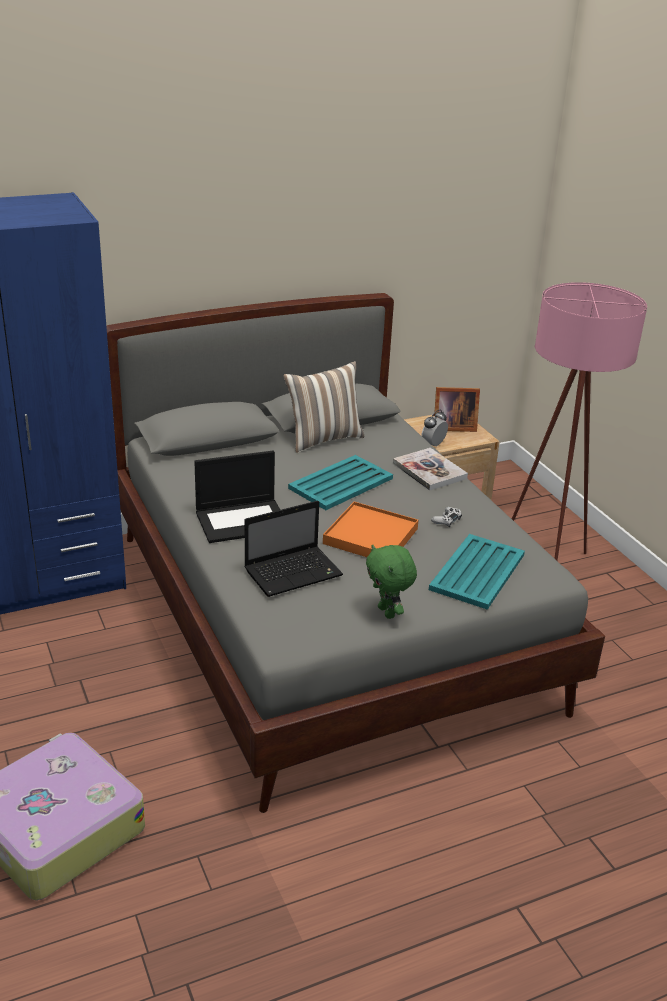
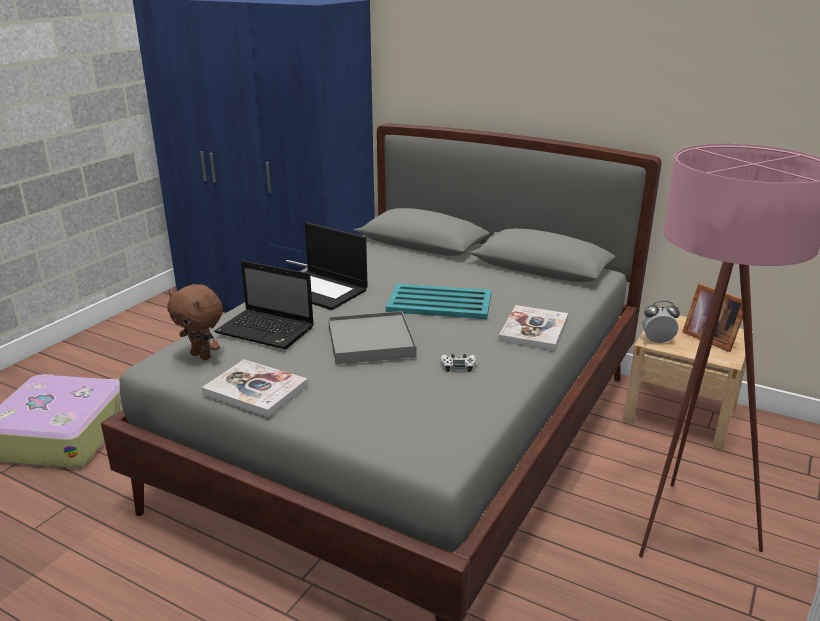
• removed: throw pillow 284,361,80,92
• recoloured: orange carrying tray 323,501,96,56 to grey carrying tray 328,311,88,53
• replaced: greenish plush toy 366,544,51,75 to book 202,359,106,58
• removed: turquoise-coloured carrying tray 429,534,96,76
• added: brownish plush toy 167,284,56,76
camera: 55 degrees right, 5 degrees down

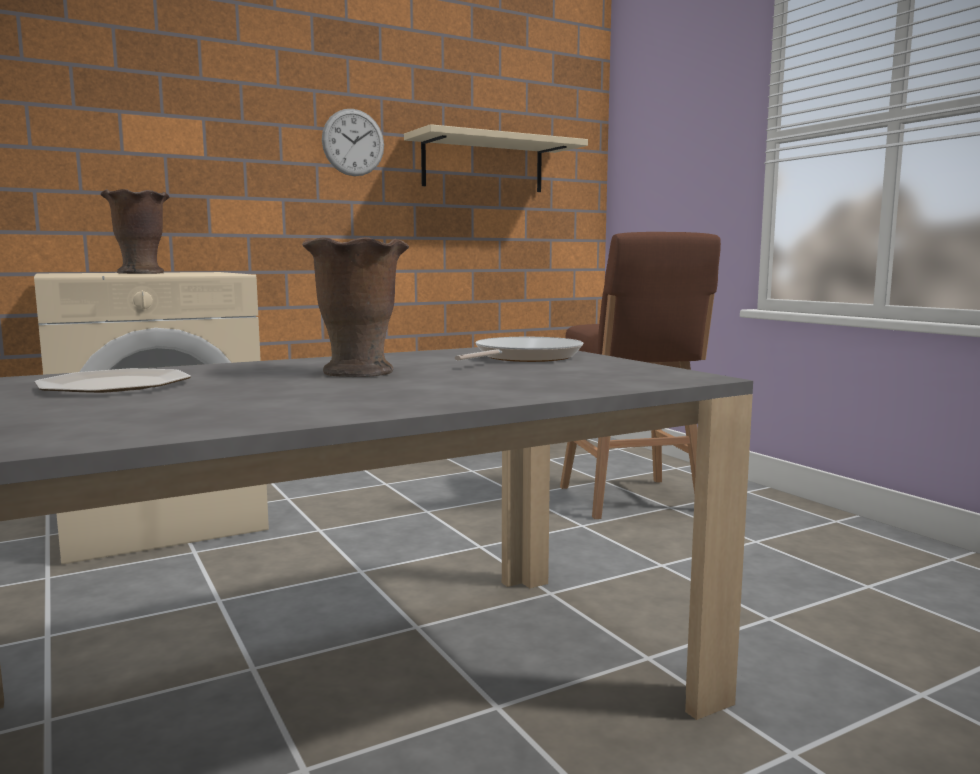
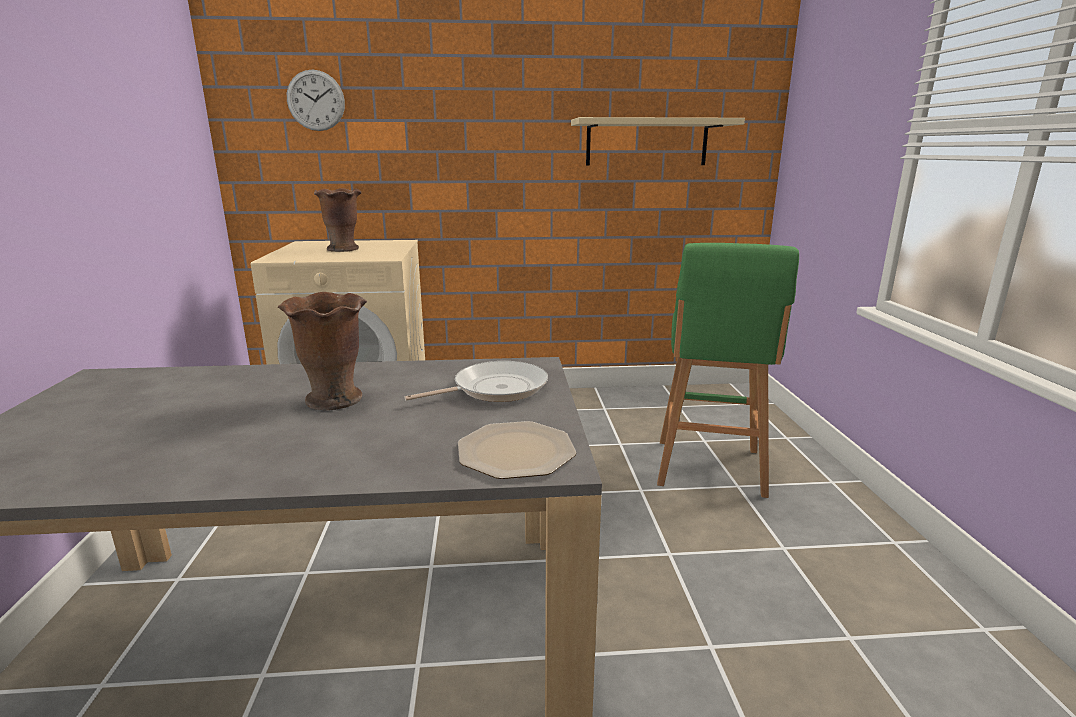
• moved: flat dish 35,368,156,25 to 458,421,118,58
• moved: hanging clock 322,109,62,67 to 287,70,58,61
• recoloured: brownish stool 560,232,161,287 to greenish stool 657,243,142,255
camera: 25 degrees right, 10 degrees up

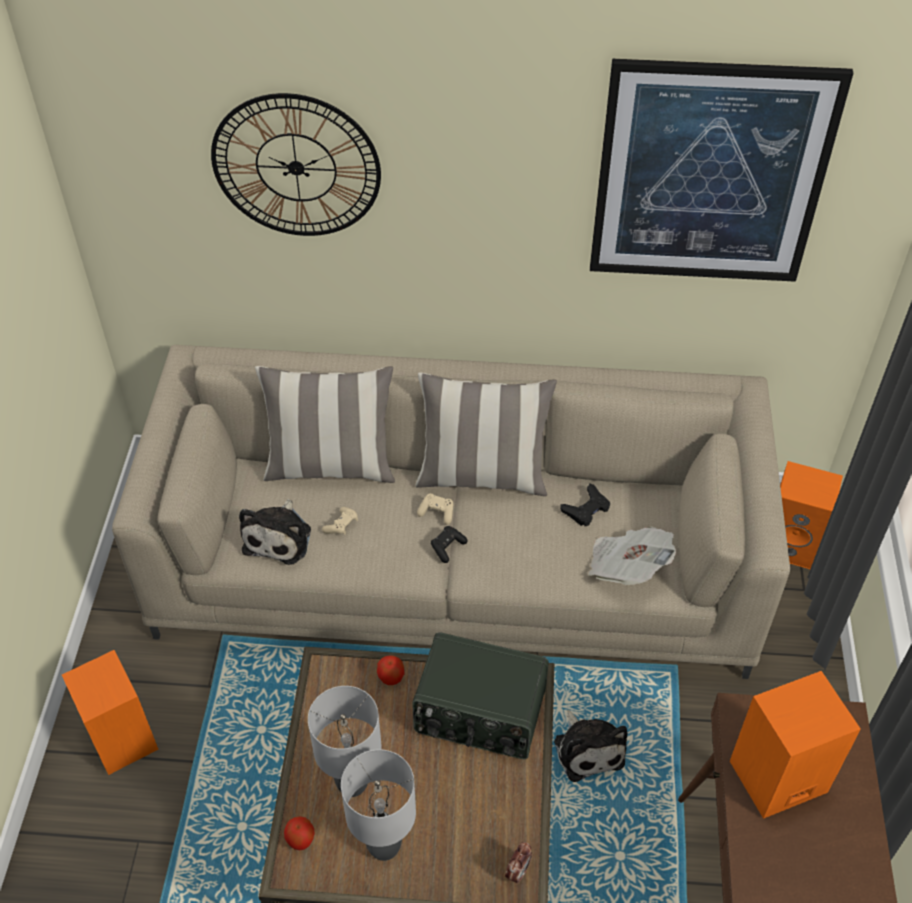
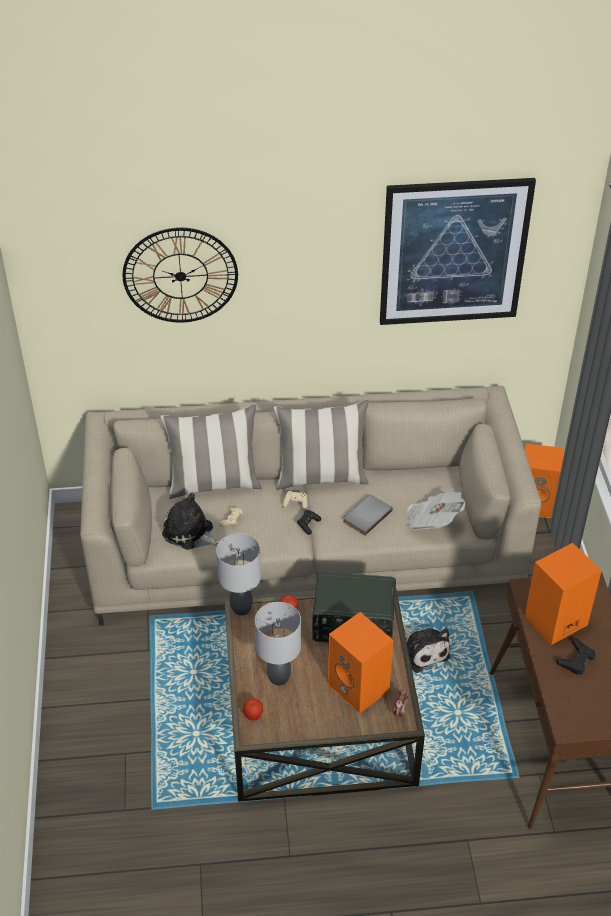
• moved: orange audio speaker 62,650,96,125 to 328,612,65,102
• turned: plush toy 239,499,72,66 = 162,493,57,57 120 degrees clockwise
• moved: grey tabletop lamp 341,749,75,112 to 216,533,45,82
• moved: black-coloured game controller 560,483,50,43 to 556,638,40,37
• added: grey book 343,494,50,41
camera: 10 degrees left, 5 degrees down

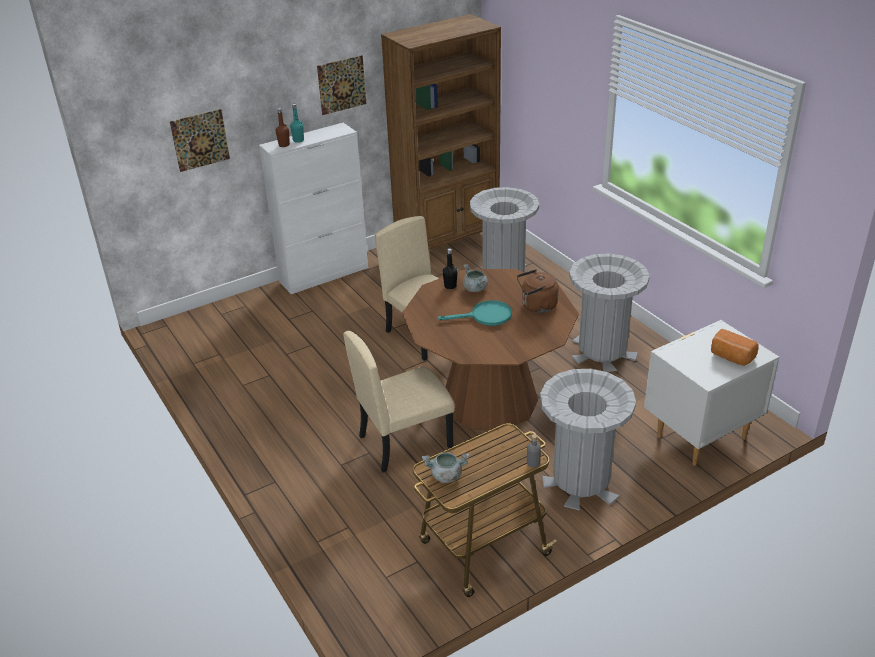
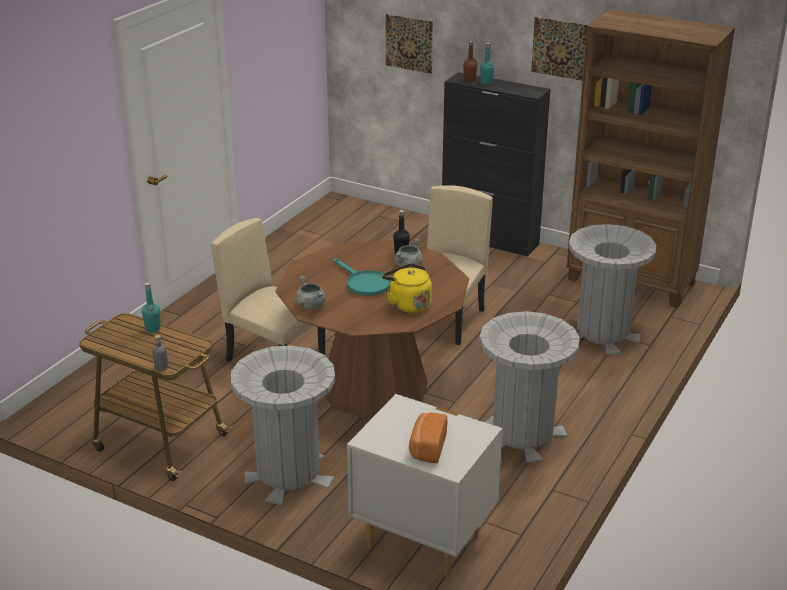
• recoloured: whitish storage cabinet 259,123,110,171 to black-coloured storage cabinet 442,72,108,184
• moved: grey stockpot 422,452,47,31 to 296,276,30,34
• recoloured: brownish kettle 517,269,42,44 to yellow kettle 382,263,50,51
• added: turquoise-coloured bottle 142,283,19,49
camera: 60 degrees right, 5 degrees down

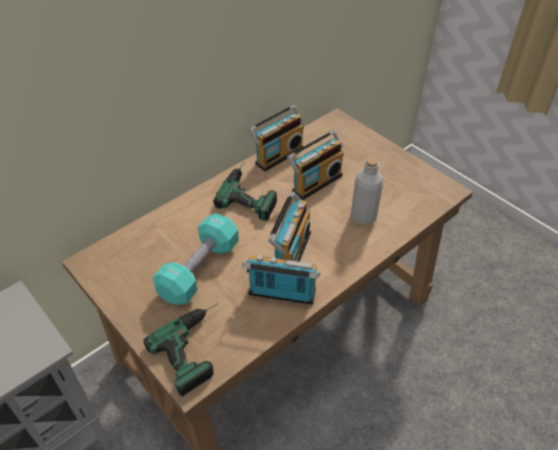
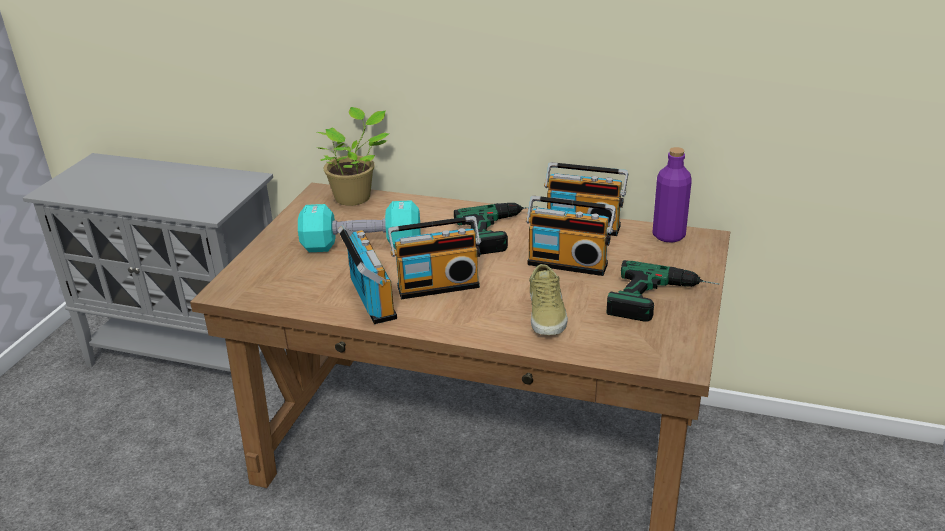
• moved: power drill 144,303,75,93 to 607,260,113,62
• replaced: grey bottle 351,157,33,68 to beige-coloured low shoe 529,264,39,71
• added: potted plant 316,107,73,99
• added: purplish bottle 653,147,39,96
camera: 60 degrees right, 15 degrees down

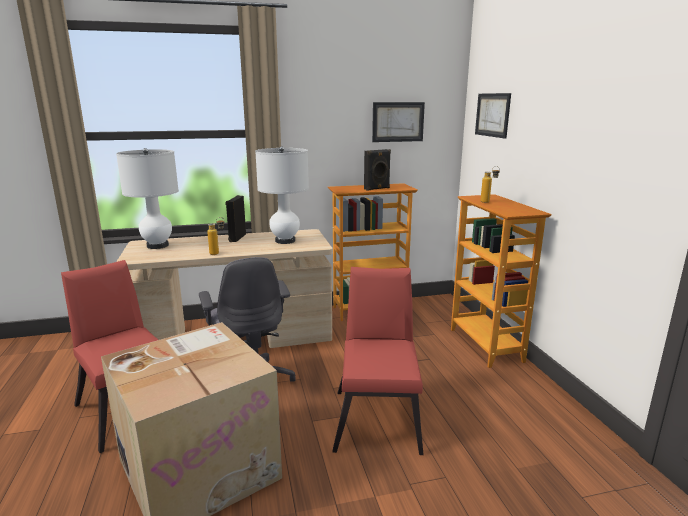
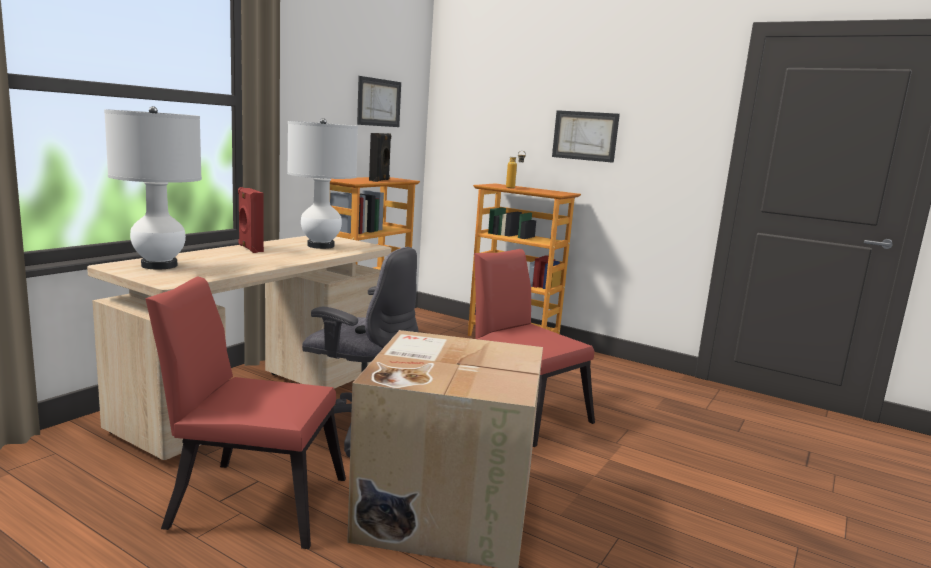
• removed: bottle 207,217,18,38
• recoloured: black-coloured audio speaker 225,195,21,47 to reddish audio speaker 238,187,26,66
• moved: wall art 475,93,36,46 to 552,110,68,53
camera: 45 degrees left, 5 degrees down

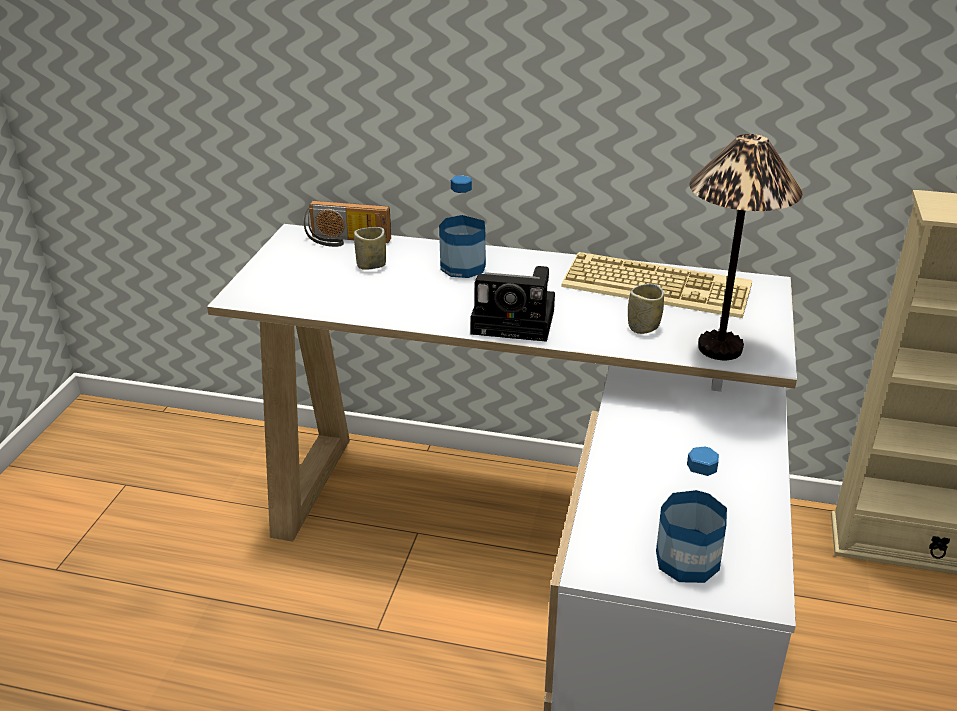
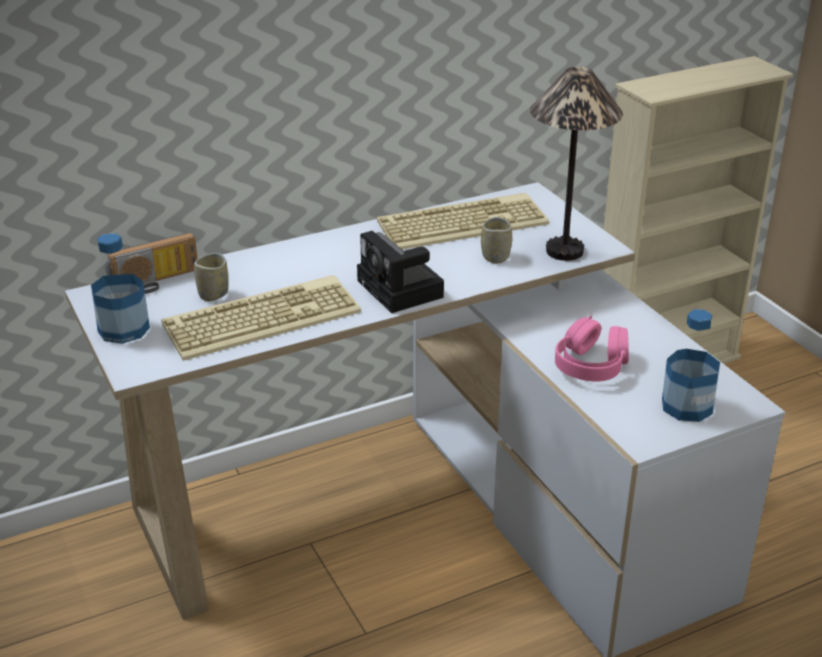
• moved: bottle 439,175,47,103 to 91,233,59,111
• turned: still camera 470,266,85,76 = 357,231,87,82 90 degrees clockwise
• added: PC keyboard 161,275,200,86
• added: pinkish pair of headphones 555,315,74,66
camera: 40 degrees left, 0 degrees up

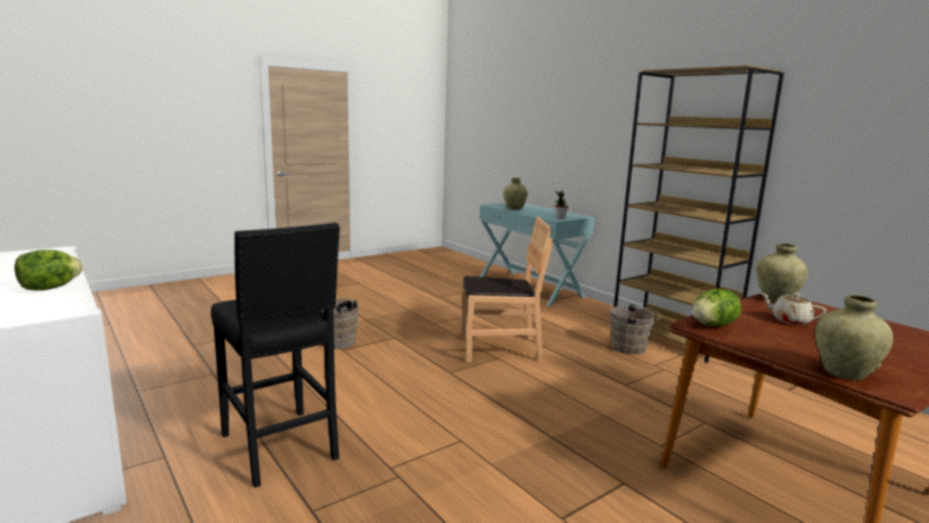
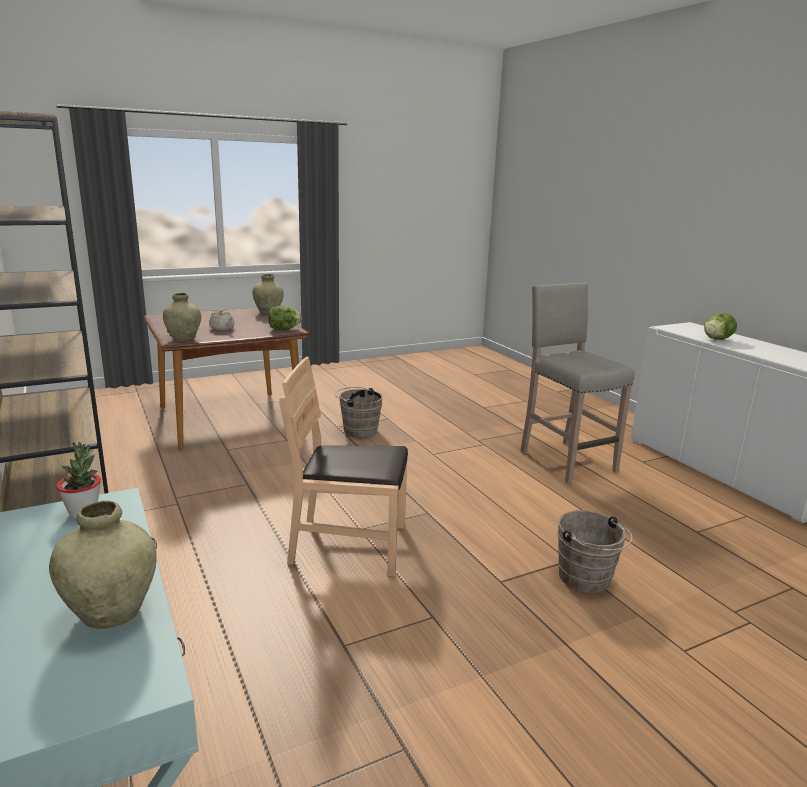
• recoloured: black-coloured stool 211,223,129,265 to beige-coloured stool 520,282,115,202
• moved: brownish pail 609,304,52,51 to 335,387,48,51
camera: 170 degrees left, 5 degrees up

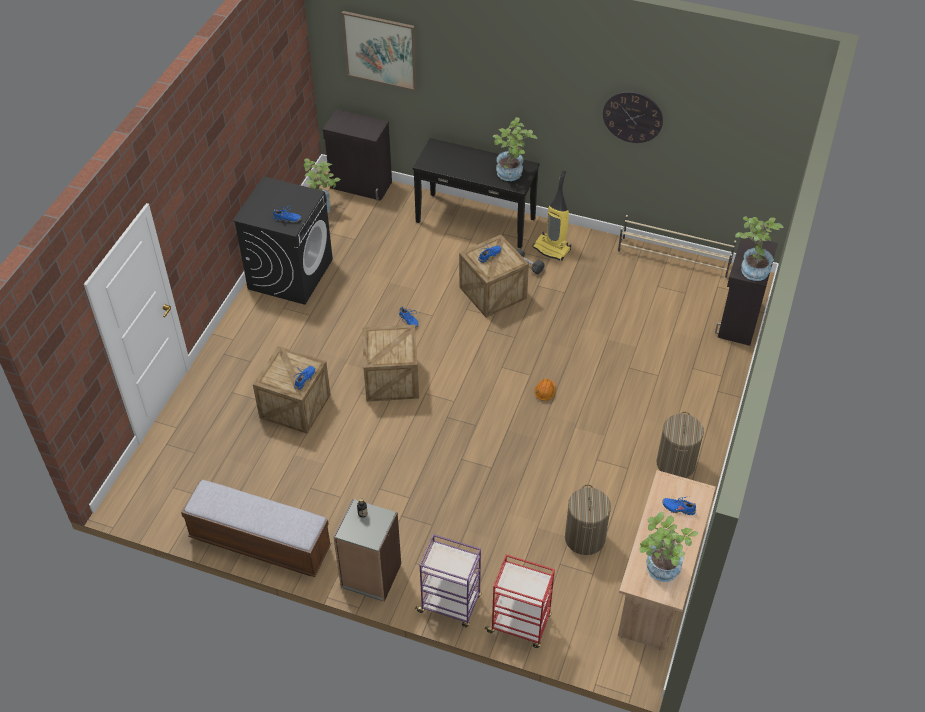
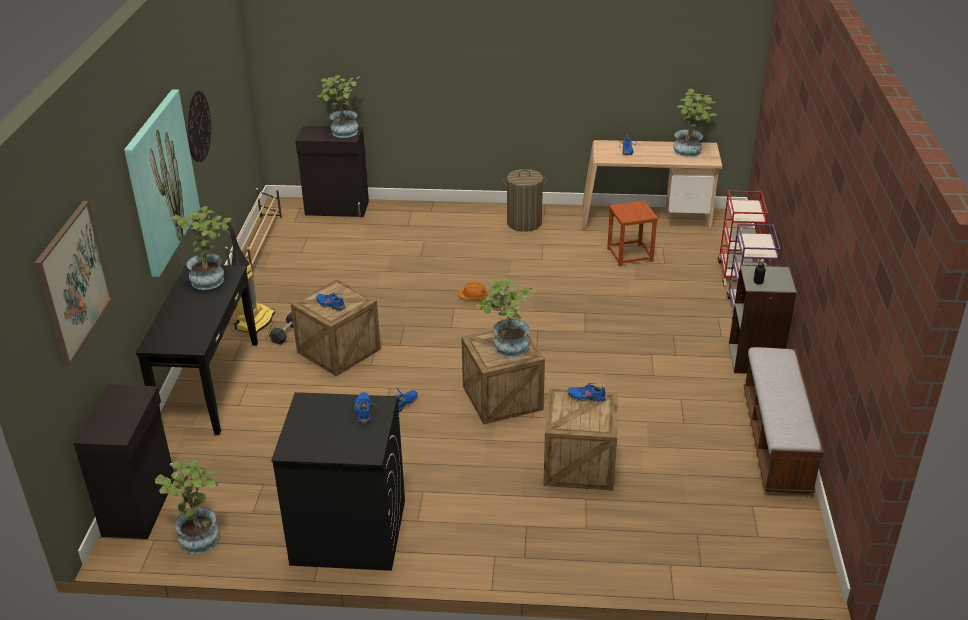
• replaced: hamper 565,484,46,71 to brownish stool 607,201,51,65
• added: wall art 124,89,76,188
• added: potted plant 477,279,59,79
camera: 105 degrees left, 15 degrees down

